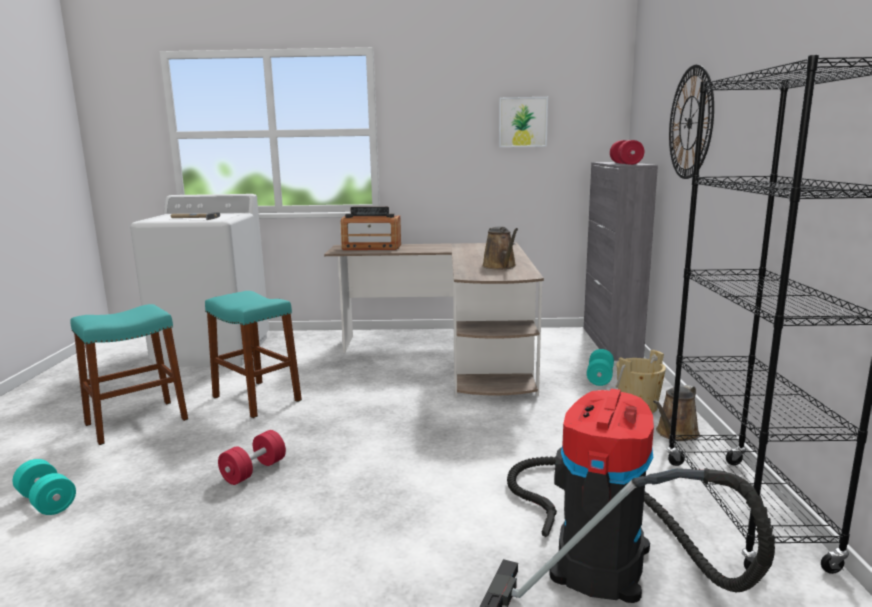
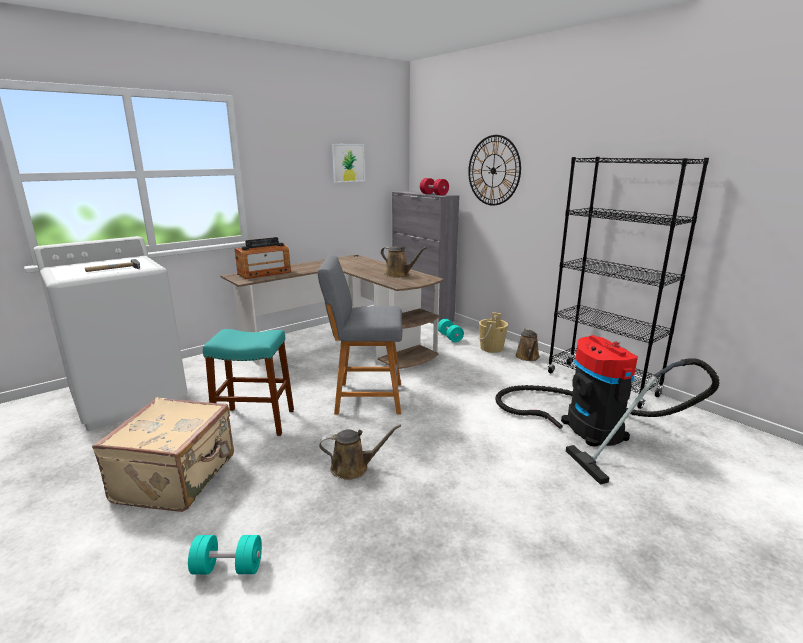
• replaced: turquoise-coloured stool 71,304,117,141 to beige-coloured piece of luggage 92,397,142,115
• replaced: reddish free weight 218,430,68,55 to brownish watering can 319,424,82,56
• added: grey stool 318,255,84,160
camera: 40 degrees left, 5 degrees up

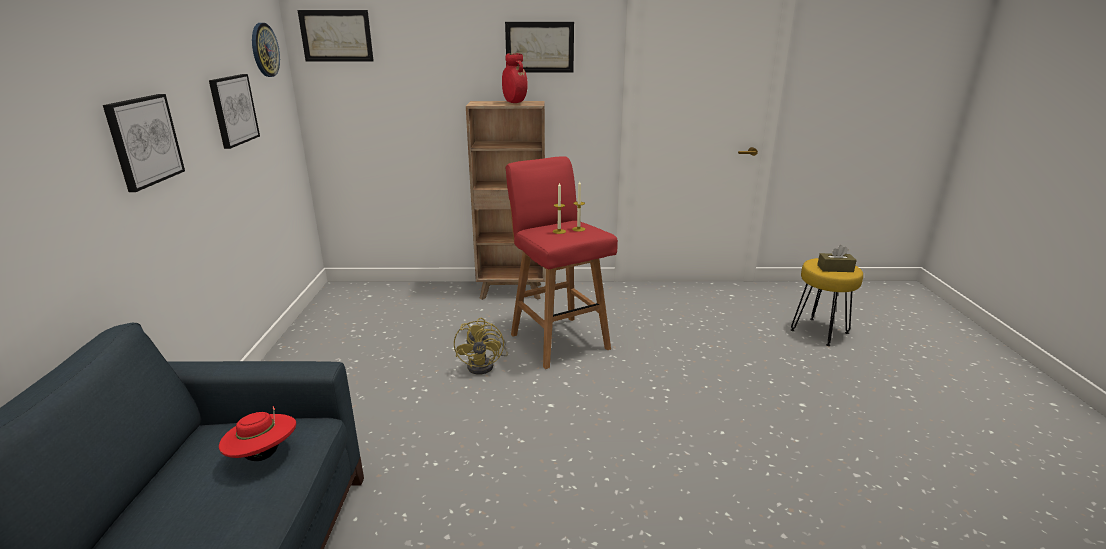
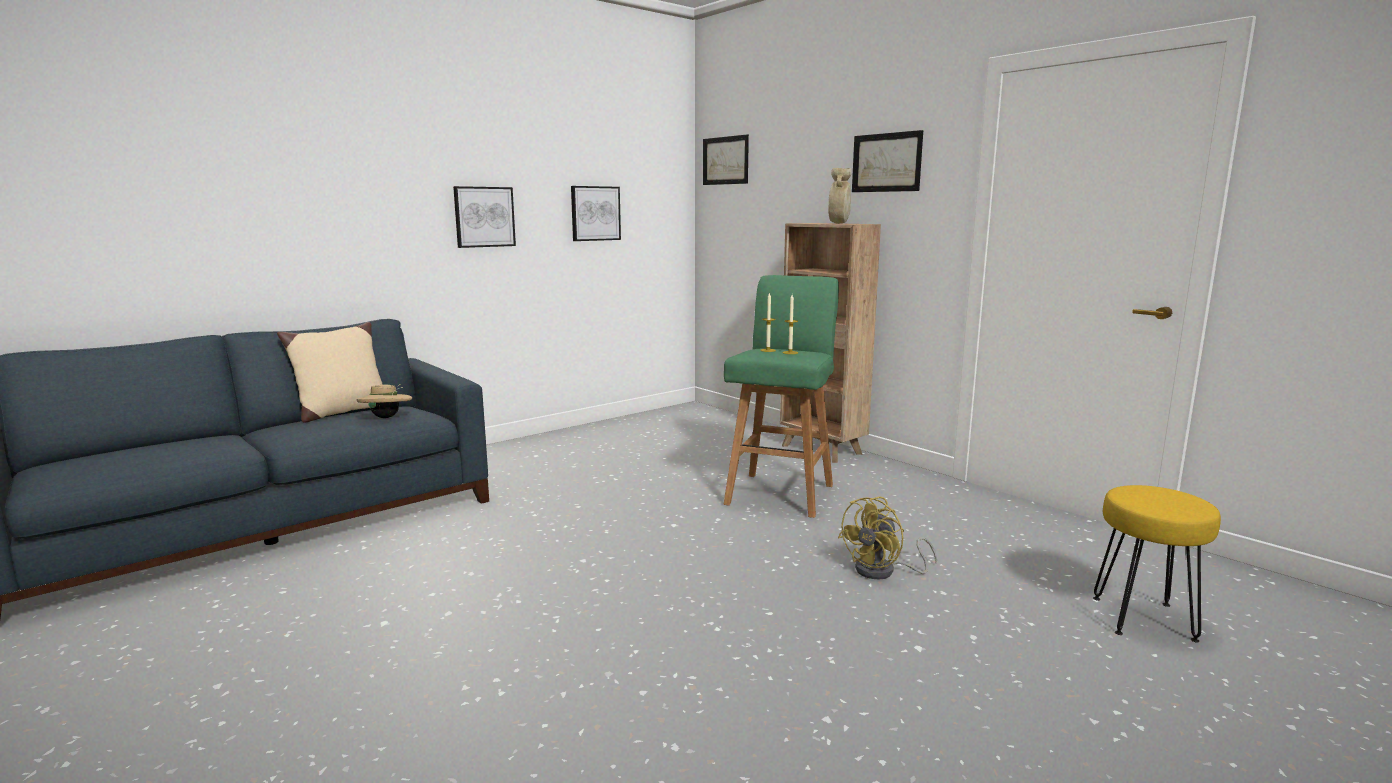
• recoloured: reddish wearable hat 219,406,77,55 to beige-coloured wearable hat 356,384,56,34
• removed: hanging clock 252,23,28,54
• moved: yellow fan 454,318,54,56 to 838,496,99,83
• recoloured: reddish decorative vase 502,53,26,50 to beige-coloured decorative vase 828,168,24,56
• recoloured: reddish stool 505,156,113,213 to greenish stool 724,275,115,243
• removed: brownish box of tissues 817,245,40,27
• added: beige-coloured throw pillow 277,322,106,101
camera: 50 degrees right, 10 degrees down

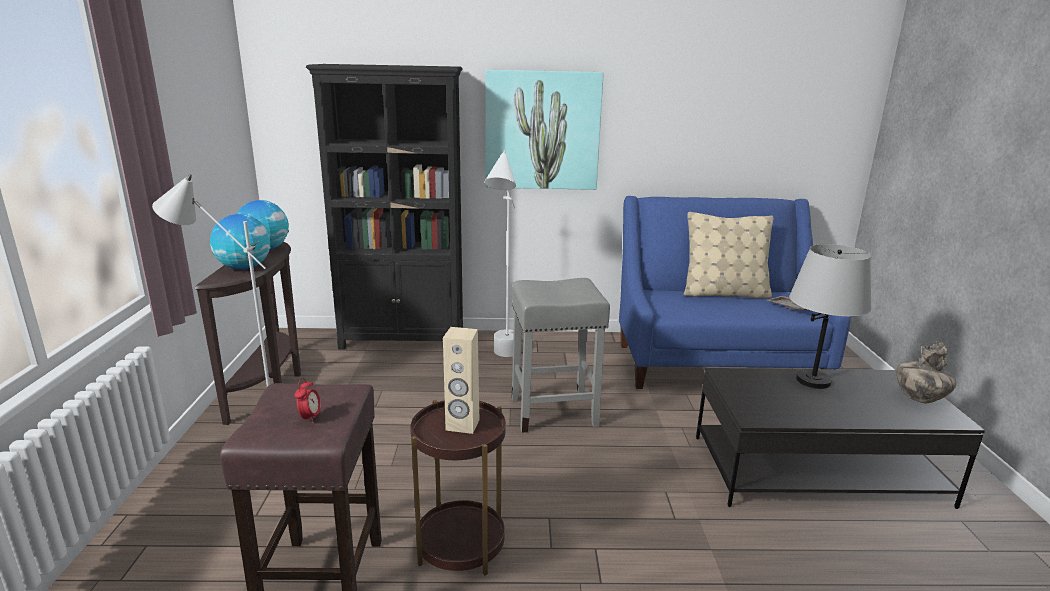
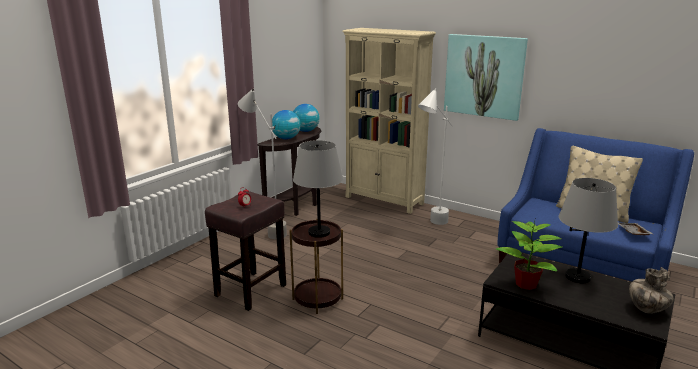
• recoloured: black-coloured shelving unit 306,64,157,285 to beige-coloured shelving unit 342,28,94,186
• replaced: beige-coloured audio speaker 443,327,36,107 to grey tabletop lamp 293,140,50,98
• removed: grey stool 512,278,98,155
• added: potted plant 496,217,66,73
camera: 35 degrees right, 0 degrees up

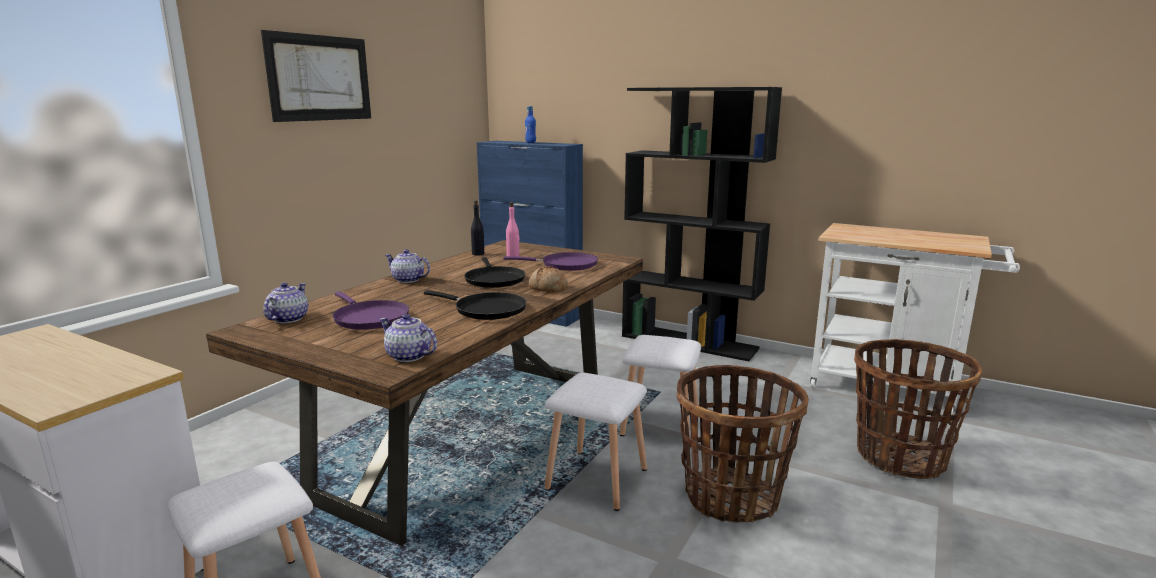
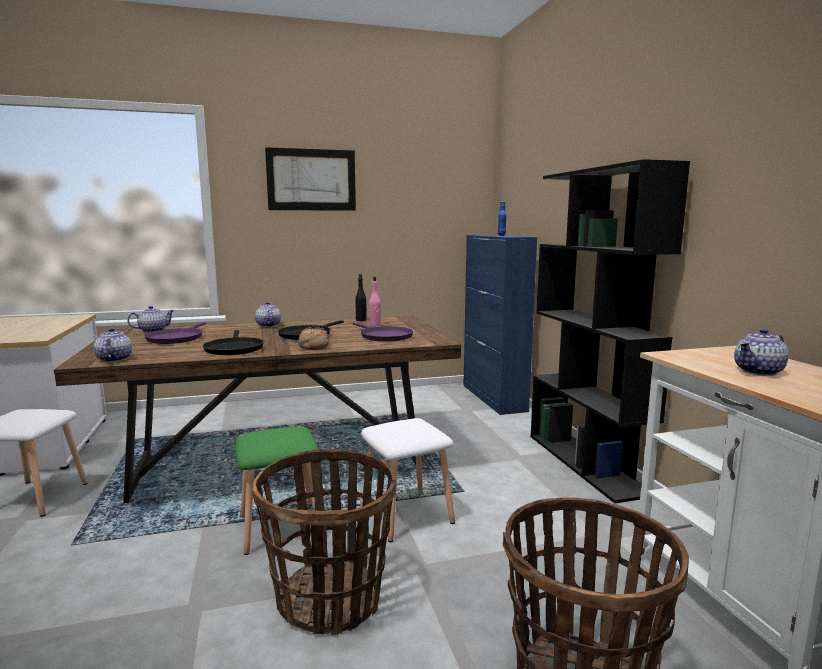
• recoloured: whitish stool 544,373,103,138 to greenish stool 235,426,83,129
• added: tea pot 734,328,55,48
camera: 45 degrees right, 5 degrees down

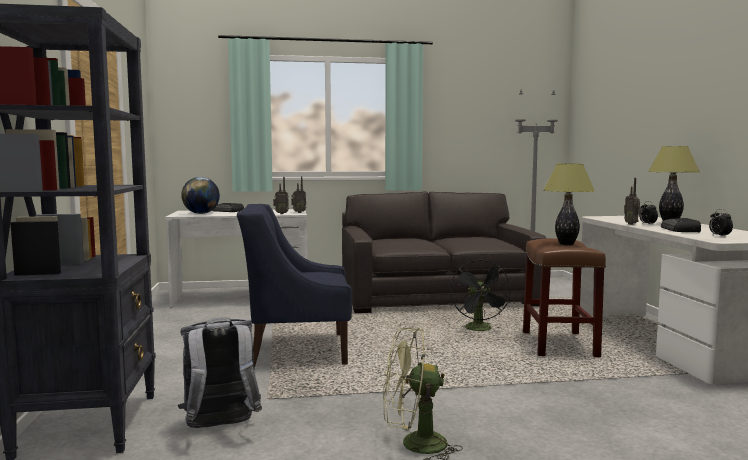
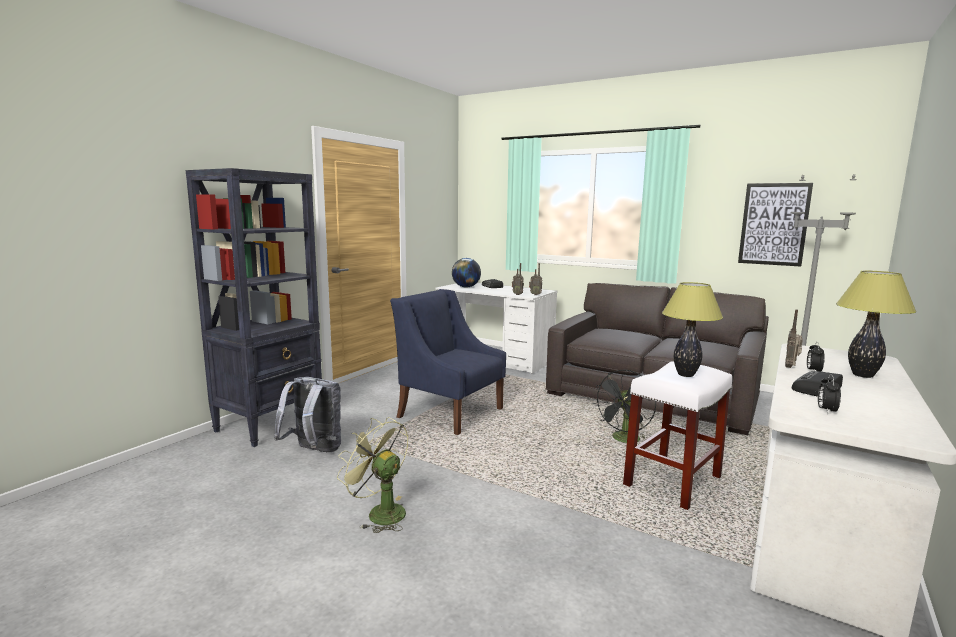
• recoloured: brownish stool 523,238,83,119 to whitish stool 623,361,109,149
• added: wall art 738,183,75,84
camera: 40 degrees right, 5 degrees up

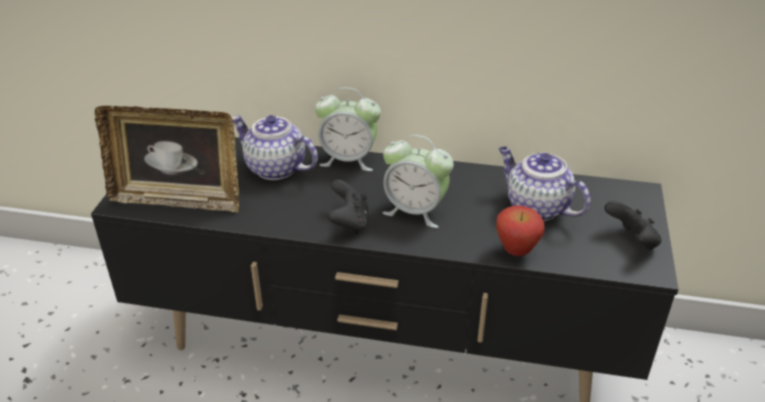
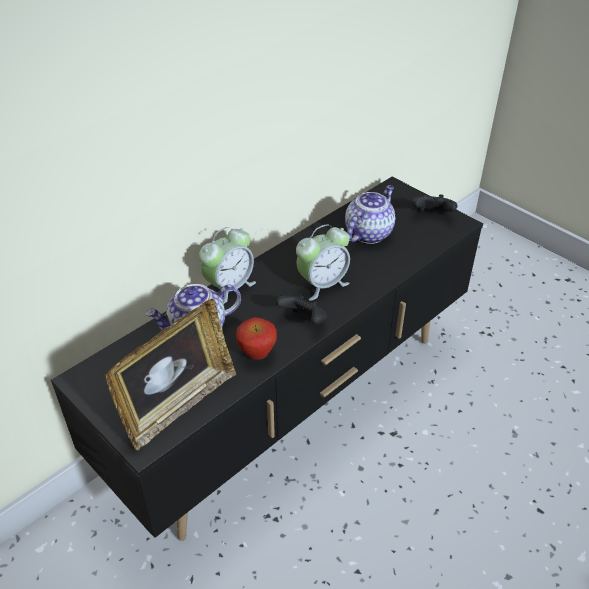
• moved: apple fruit 496,206,48,50 to 236,317,41,43
• turned: tea pot 499,147,92,74 = 345,185,51,59 135 degrees clockwise
camera: 55 degrees left, 5 degrees up

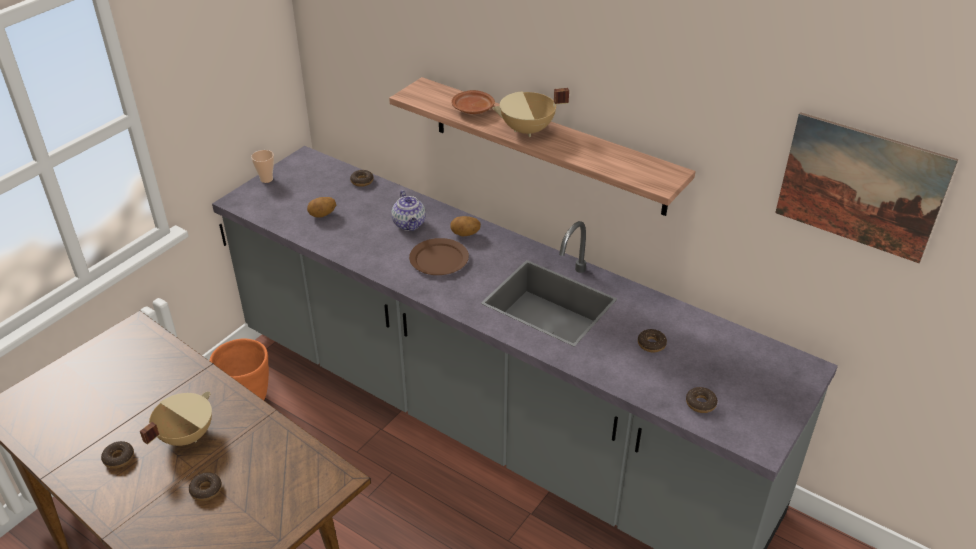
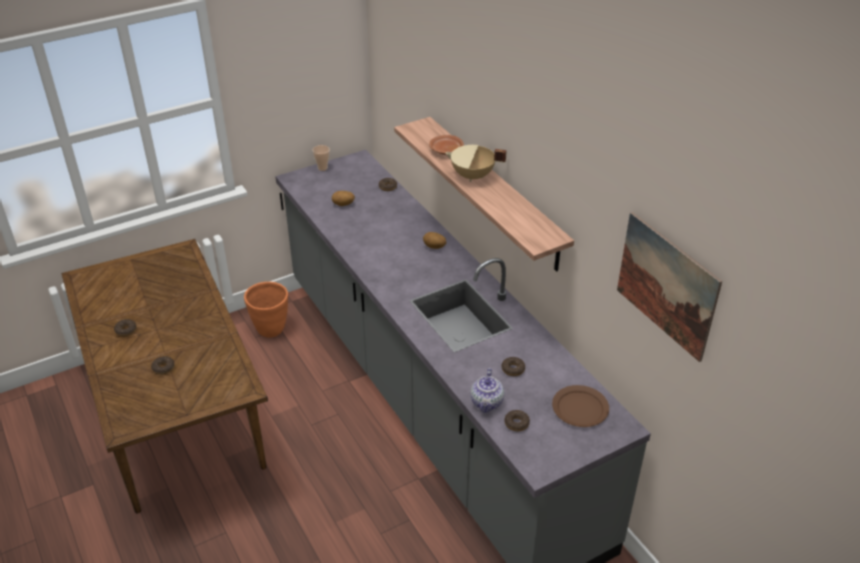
• removed: beige-coloured stockpot 140,392,72,54
• moved: tea pot 391,190,35,41 to 470,368,34,45
• moved: brownish flat dish 409,238,60,37 to 552,385,57,42
camera: 25 degrees right, 0 degrees up

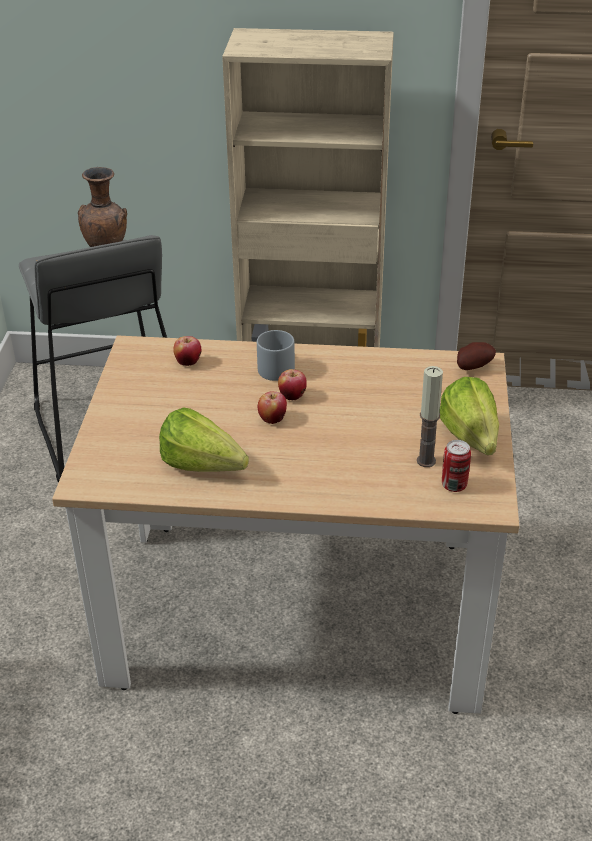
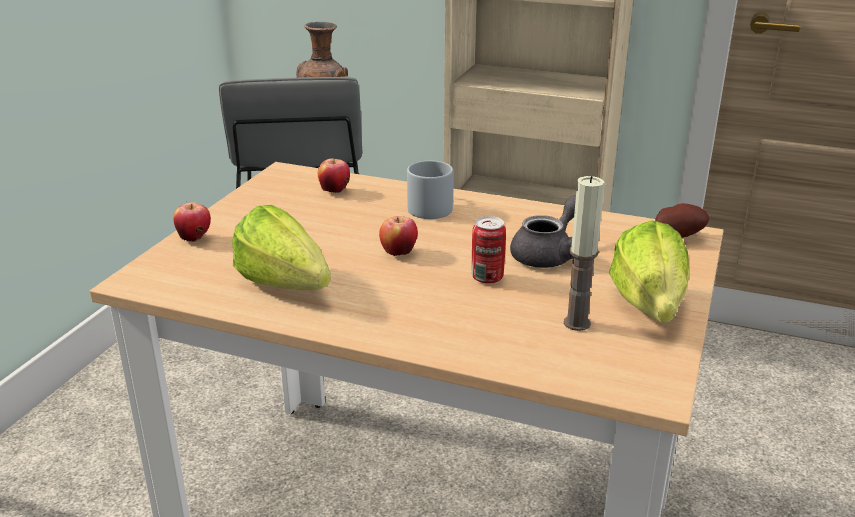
• moved: apple fruit 278,369,29,31 to 173,202,38,40
• moved: sealed can 442,440,29,52 to 472,216,34,68
• added: grey tea pot 510,195,66,73
camera: 15 degrees right, 10 degrees down

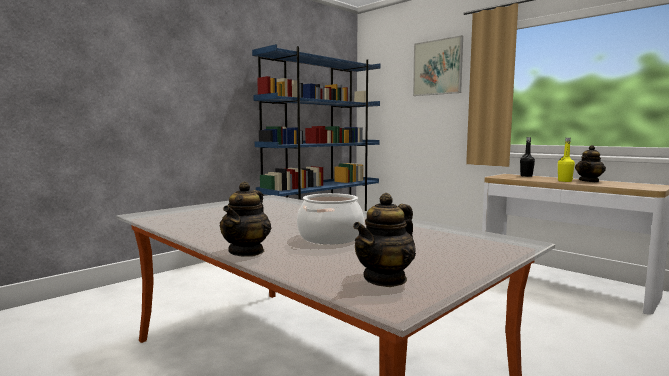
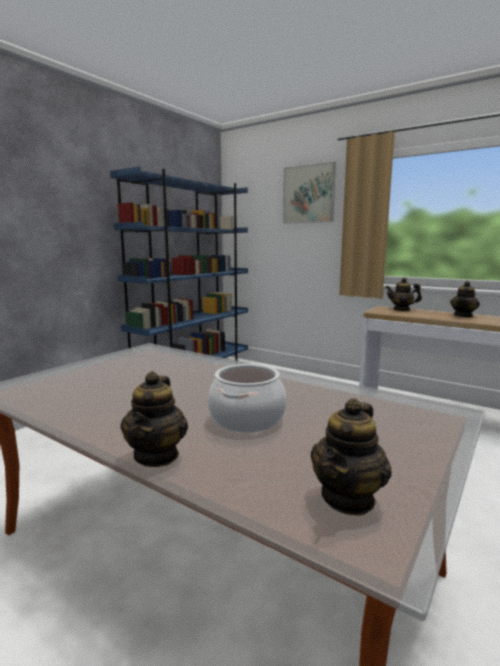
• replaced: black-coloured bottle 520,137,15,40 to tea pot 385,278,37,33
• removed: yellow bottle 558,138,17,44
camera: 10 degrees left, 5 degrees up

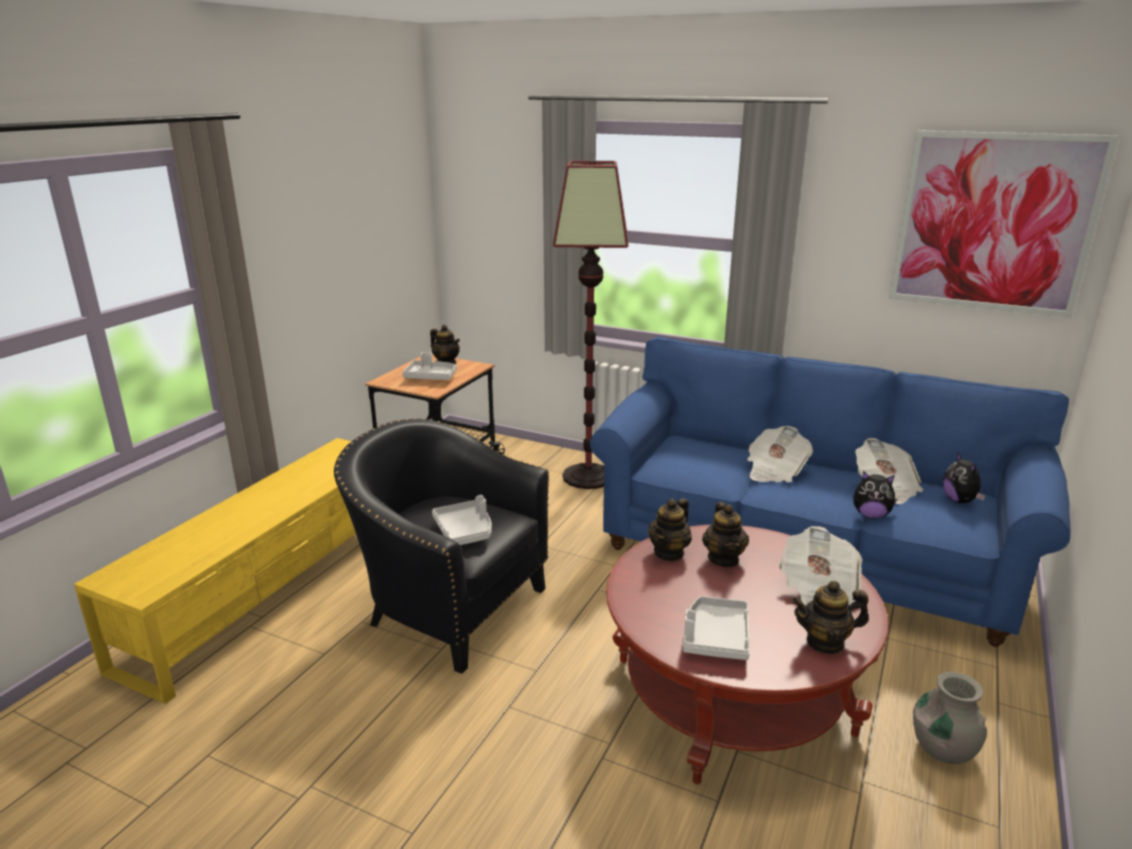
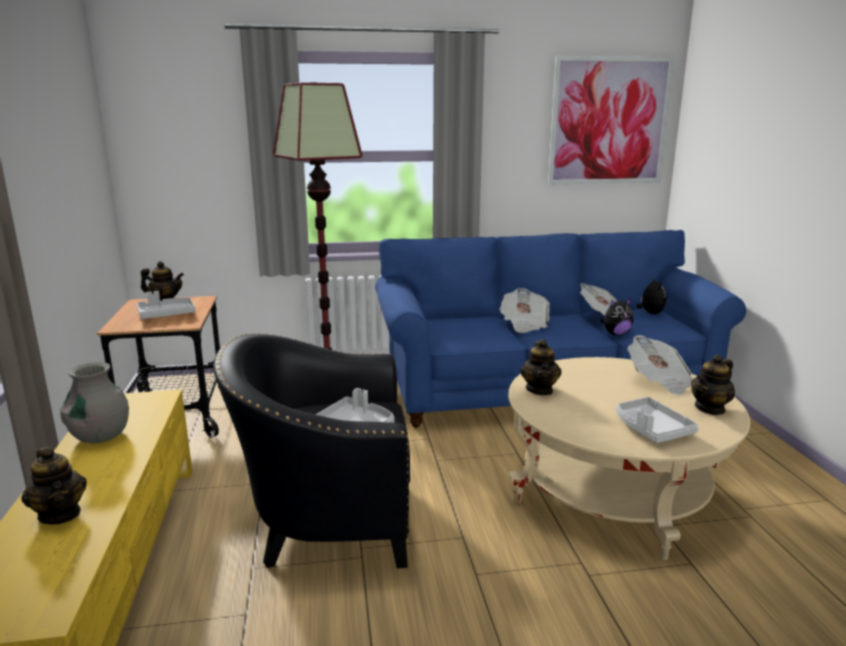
• recoloured: reddish coffee table 606,525,283,259 to beige-coloured coffee table 508,357,242,203
• moved: tea pot 702,502,47,65 to 21,447,66,77
• moved: grey decorative vase 913,672,74,92 to 60,362,69,81
• turned: plush toy 943,452,42,51 = 637,277,30,37 135 degrees counterclockwise
camera: 35 degrees left, 5 degrees down

